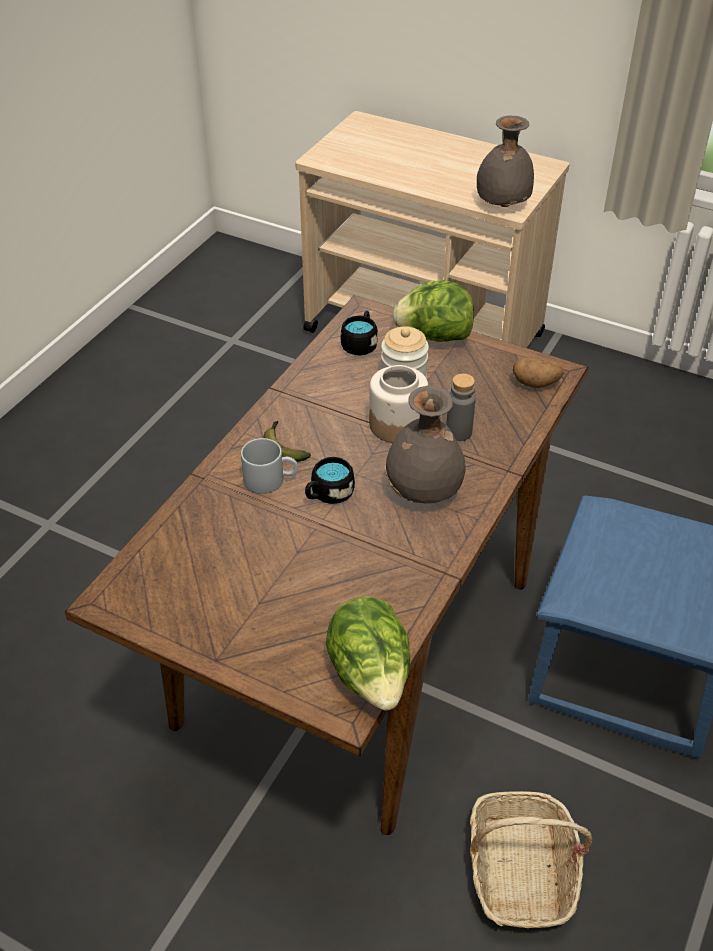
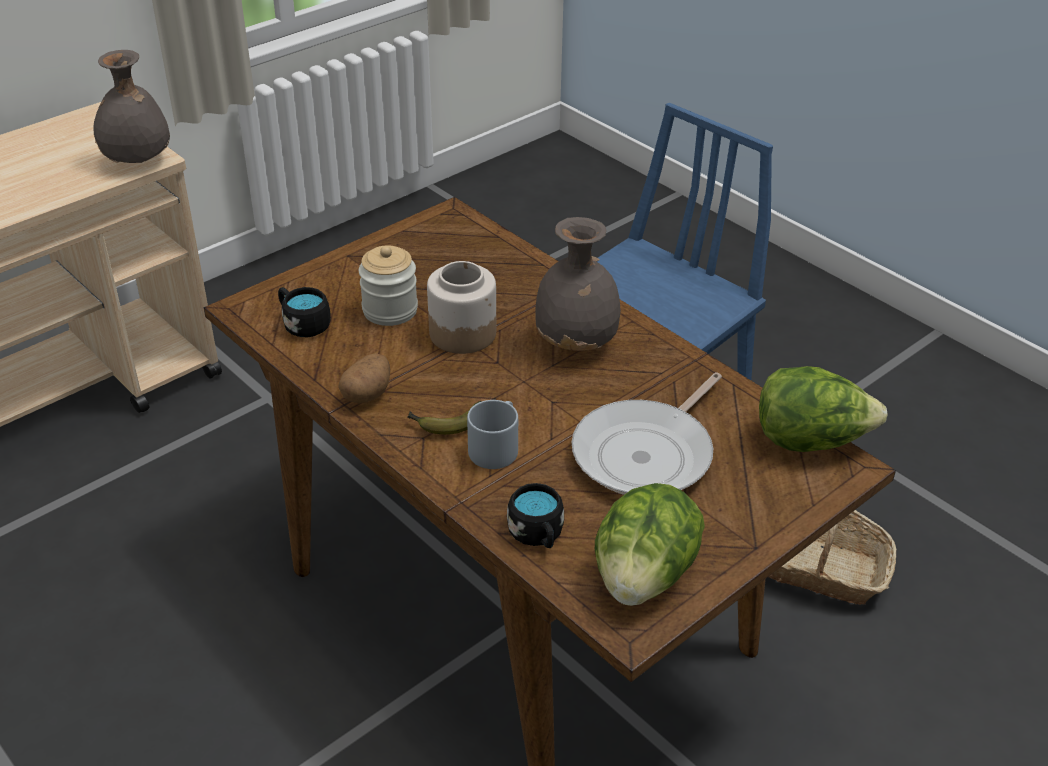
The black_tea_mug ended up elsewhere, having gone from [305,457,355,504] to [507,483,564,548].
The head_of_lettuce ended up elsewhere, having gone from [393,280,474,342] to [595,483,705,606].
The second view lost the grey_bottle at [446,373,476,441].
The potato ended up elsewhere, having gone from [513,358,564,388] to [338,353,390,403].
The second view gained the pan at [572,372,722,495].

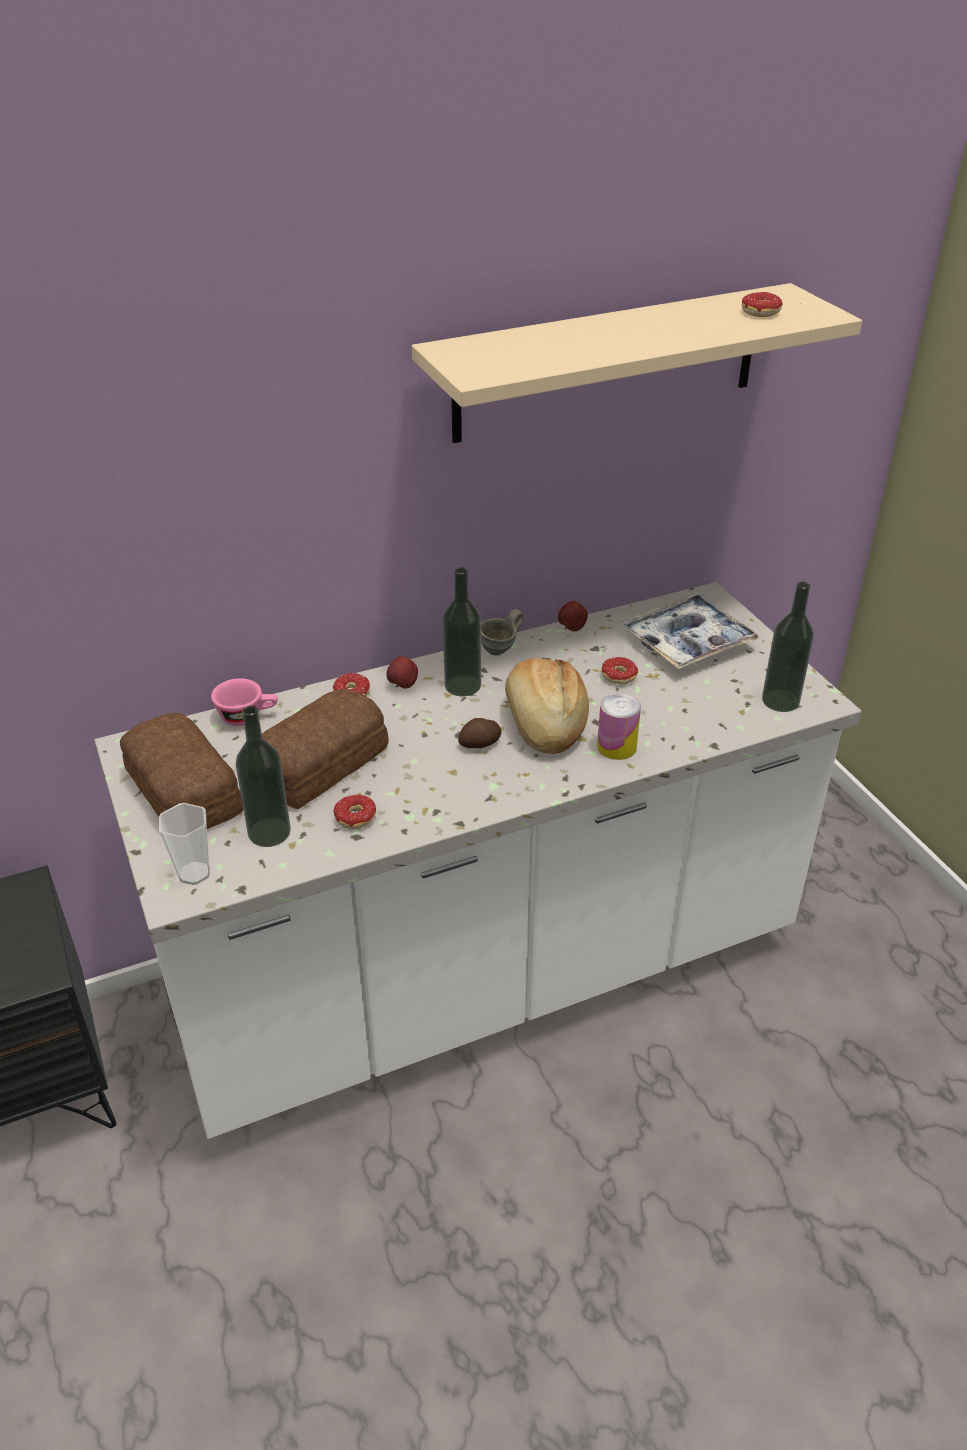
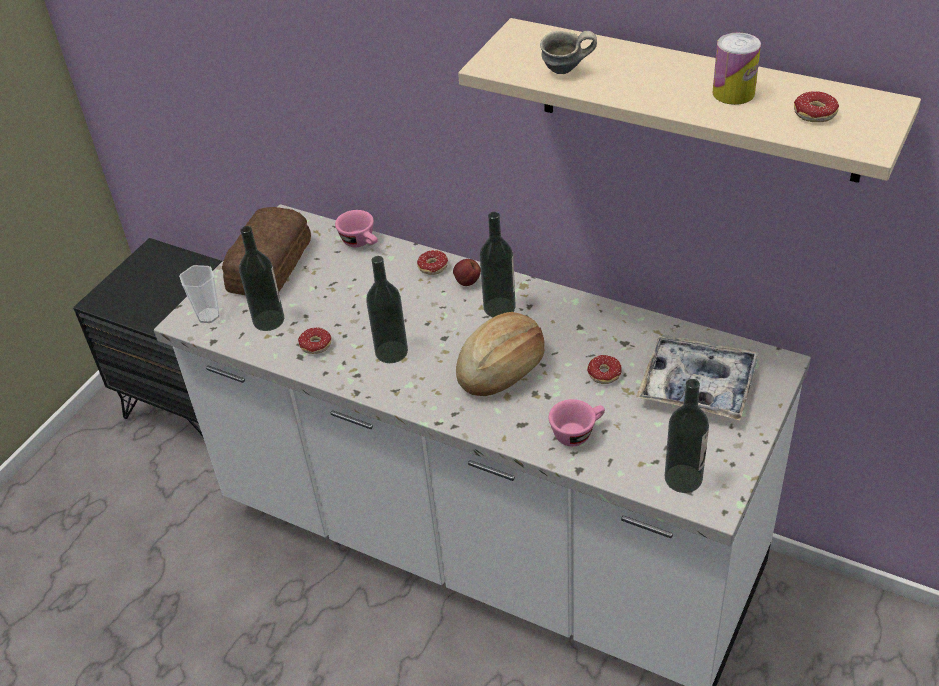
The second view lost the baked_bread at [262,689,389,809].
The second view lost the potato at [458,718,501,748].
The grey_tea_mug ended up elsewhere, having gone from [481,609,524,655] to [540,31,597,74].
The second view lost the apple at [558,601,588,632].
The metal_can ended up elsewhere, having gone from [597,693,641,760] to [712,33,761,105].
The second view gained the bottle at [366,256,408,363].
The second view gained the pink-coloured_small_cup at [549,399,605,446].

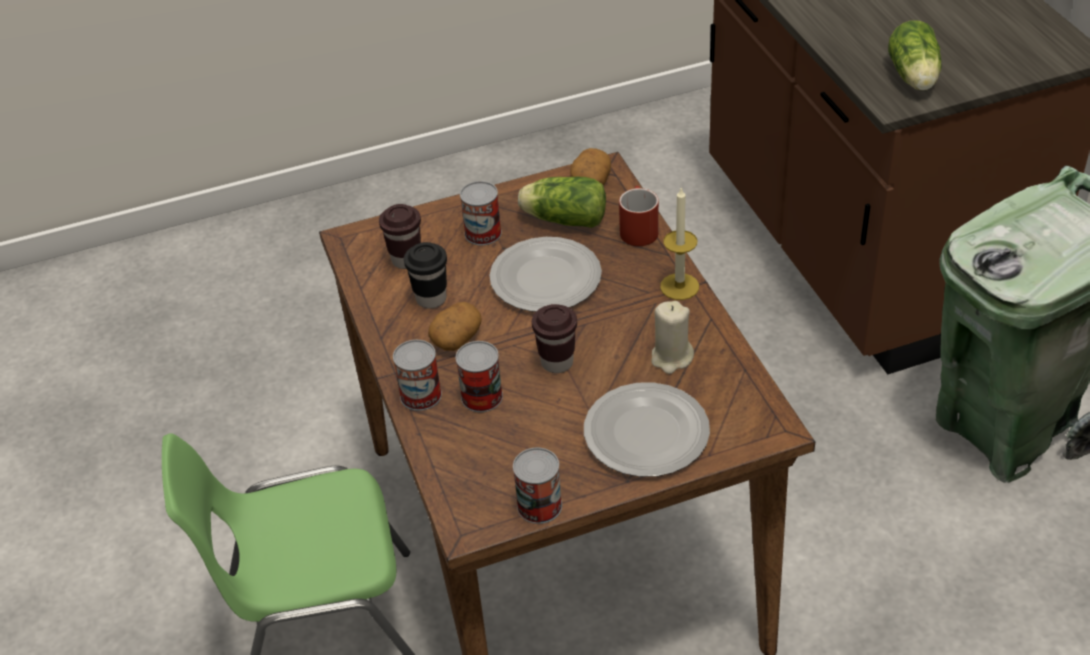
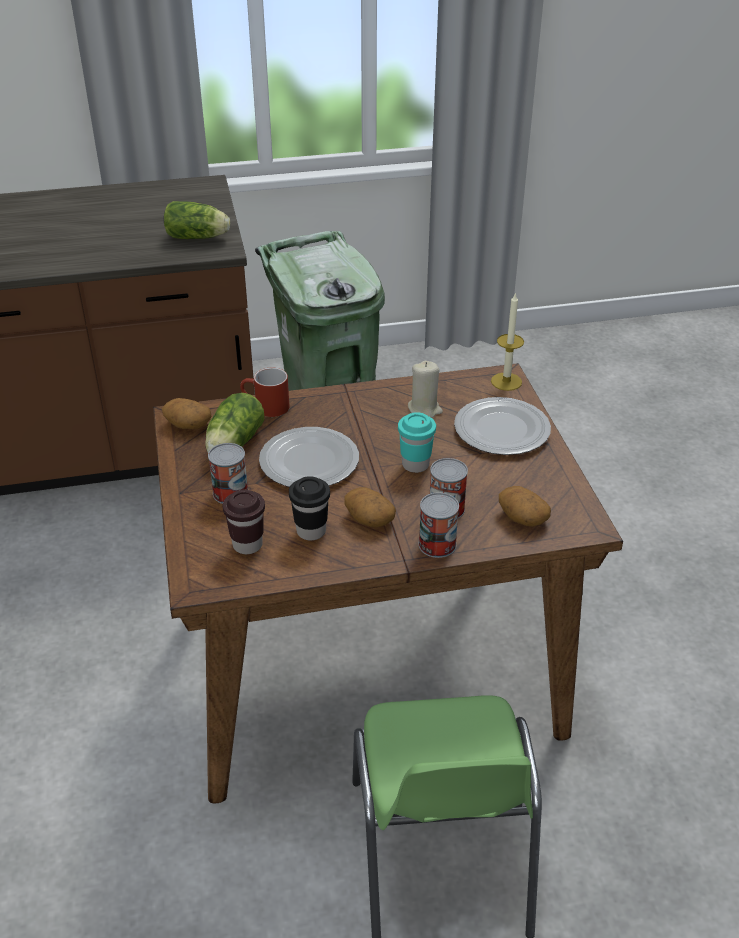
The second view lost the metal_can at [513,447,562,524].
What was the brownish_small_cup at [532,304,577,373] turned into the turquoise-coloured_small_cup at [398,412,436,473].
The candle ended up elsewhere, having gone from [660,187,699,300] to [491,292,524,391].
The second view gained the potato at [499,486,551,527].

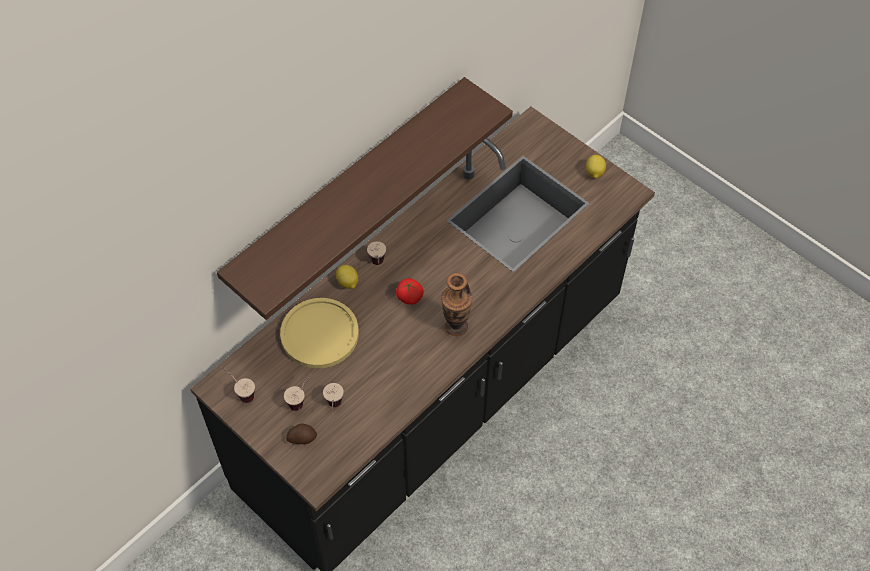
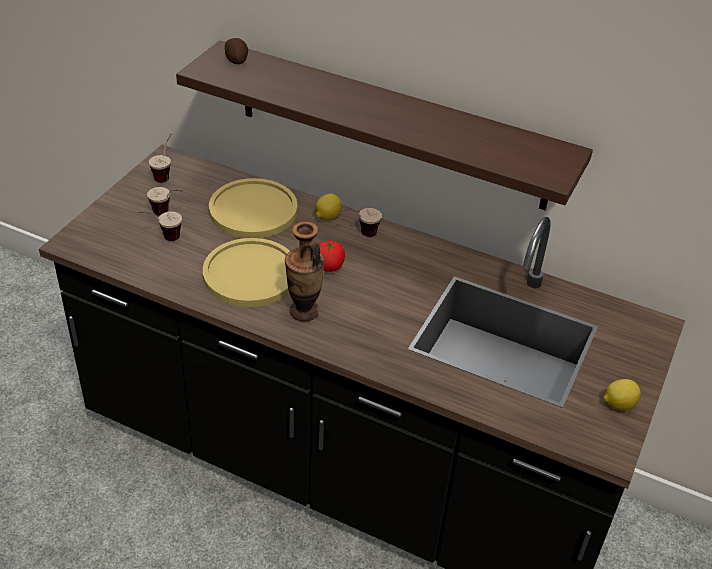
The potato ended up elsewhere, having gone from [286,424,317,444] to [225,38,248,64].
The second view gained the yellowish_plate at [203,238,290,307].

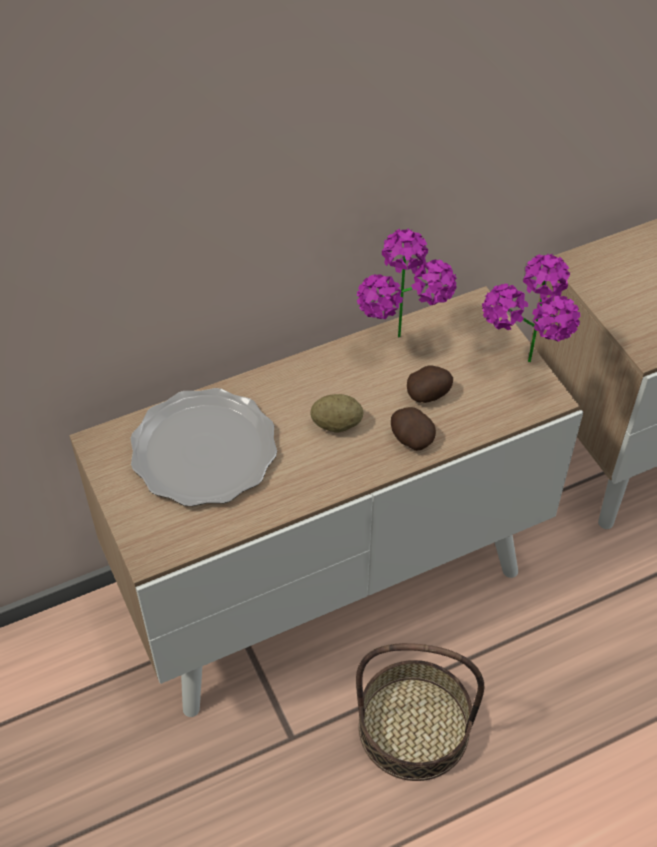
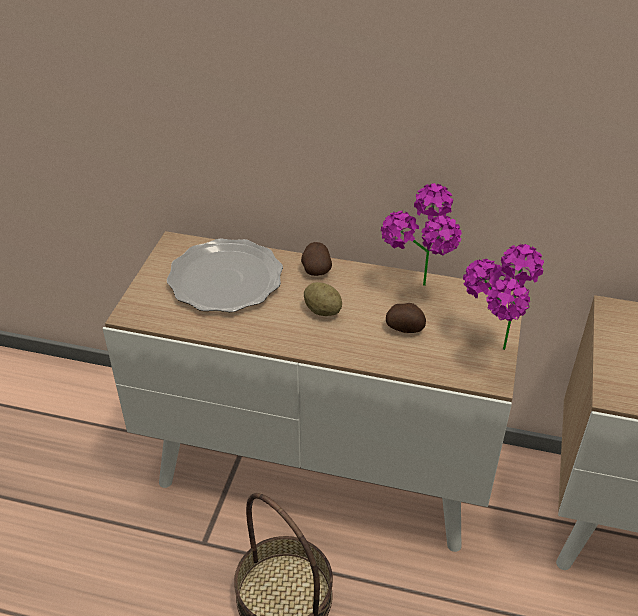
The potato ended up elsewhere, having gone from [391,407,436,451] to [301,242,332,276].

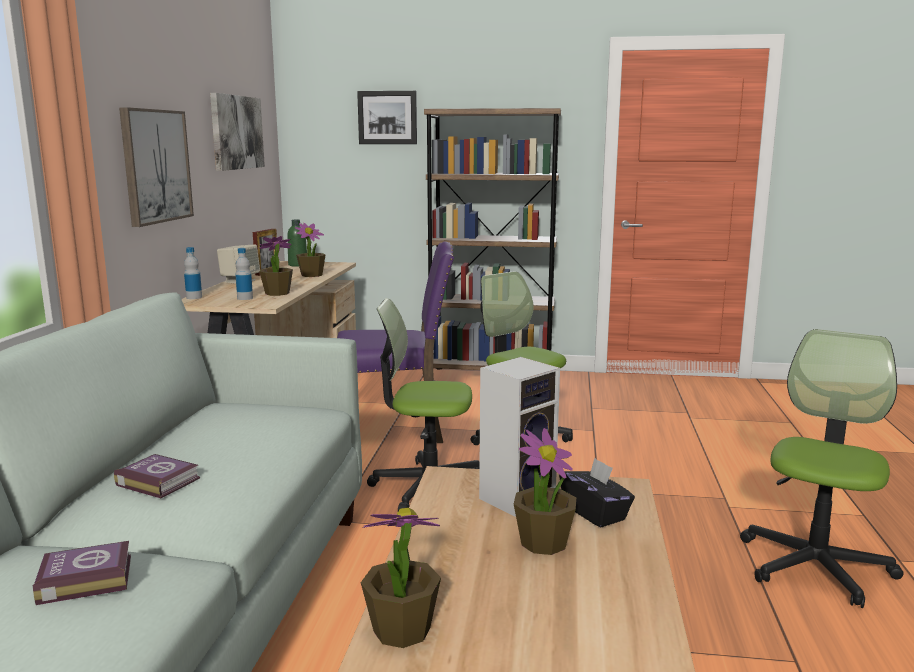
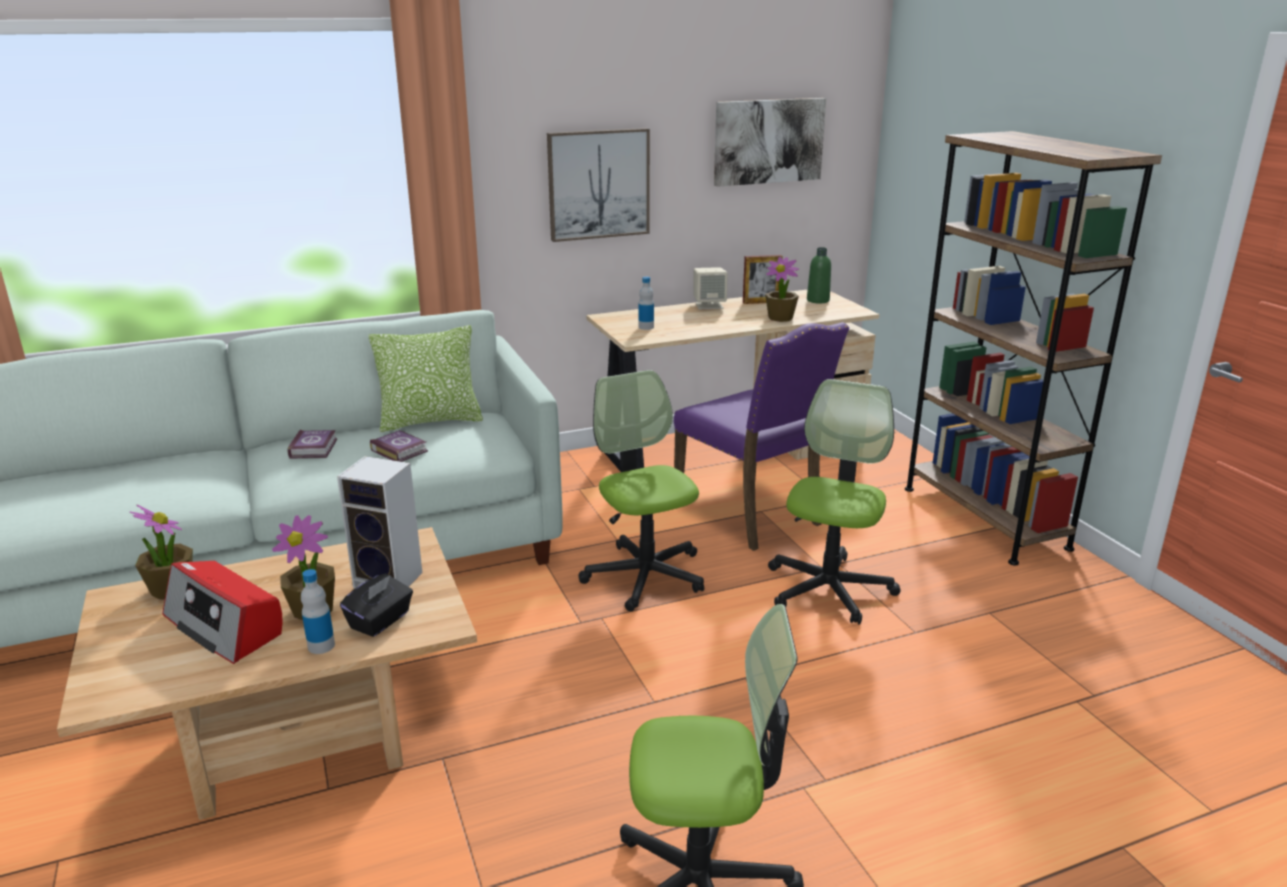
The volume ended up elsewhere, having gone from [33,541,131,605] to [370,430,428,462].
The bottle ended up elsewhere, having gone from [184,247,202,299] to [301,569,335,654].
The second view lost the houseplant at [259,236,293,296].
The second view lost the picture at [357,91,417,144].
The second view gained the radio_set at [162,561,283,664].
The second view gained the throw_pillow at [368,325,483,432].

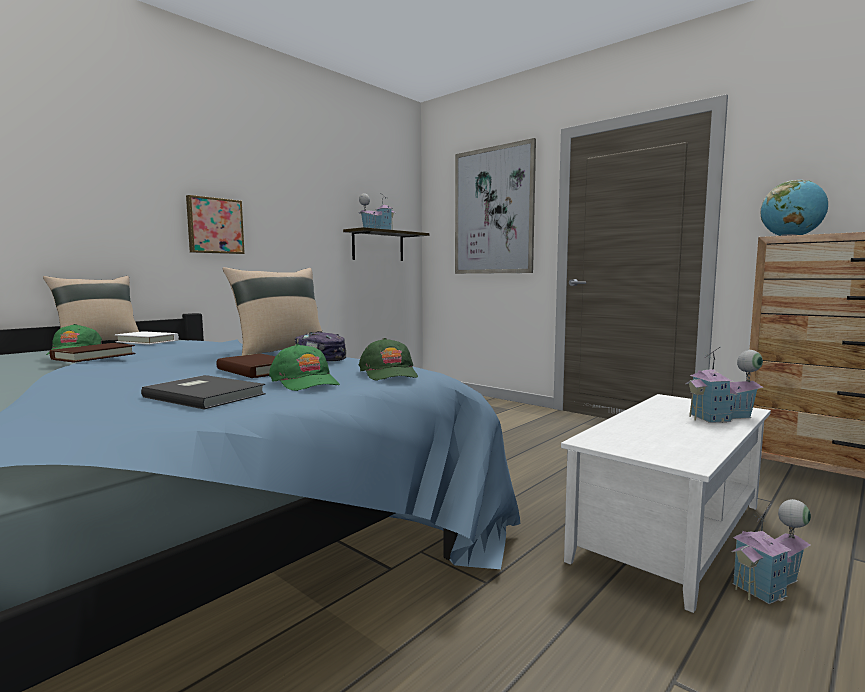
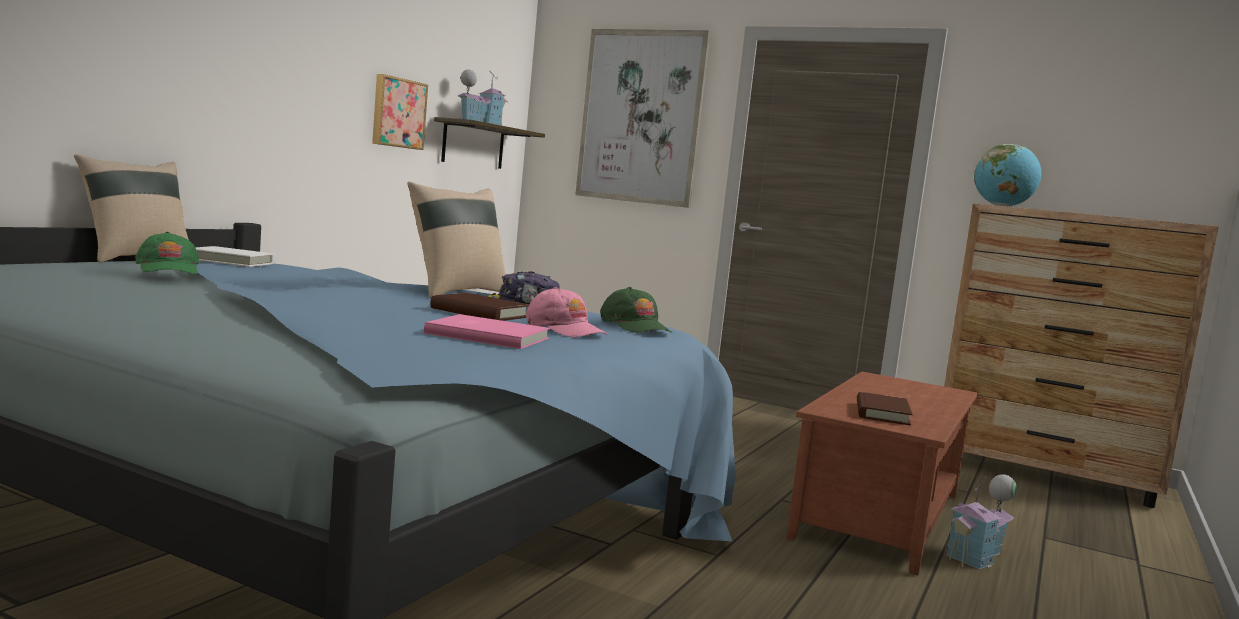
The brownish_volume ended up elsewhere, having gone from [50,343,135,363] to [857,392,913,425].
What was the grey_volume at [141,375,266,410] turned into the pink-coloured_volume at [424,314,550,349].
The picture ended up elsewhere, having gone from [186,195,245,254] to [372,74,428,150].
What was the greenish_peaked_cap at [269,344,340,391] turned into the pink-coloured_peaked_cap at [526,287,608,338].
What was the white-coloured_low_table at [561,394,771,613] turned into the brownish_low_table at [786,372,978,576].
The second view lost the toy_house at [685,347,763,423].

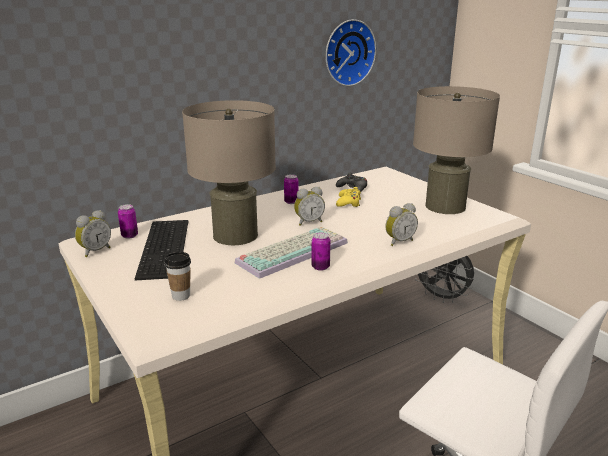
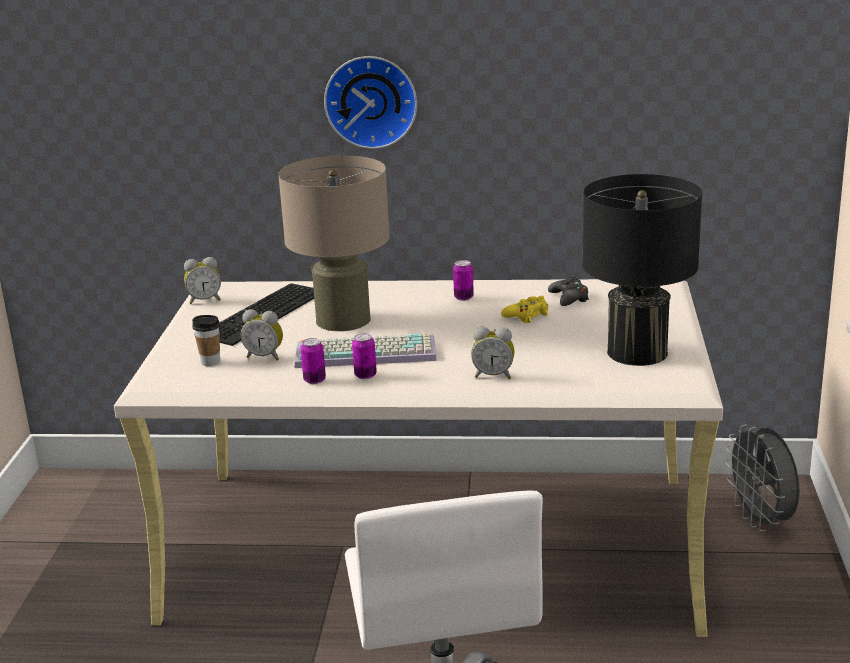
The metal_can ended up elsewhere, having gone from [118,204,138,239] to [301,338,326,384].
The table_clock ended up elsewhere, having gone from [294,187,325,226] to [241,309,283,360].
The clock_on_the_wall ended up elsewhere, having gone from [325,19,376,86] to [324,56,417,149].
What was the sand-coloured_tabletop_lamp at [413,86,500,214] turned into the black_tabletop_lamp at [583,174,702,366].

